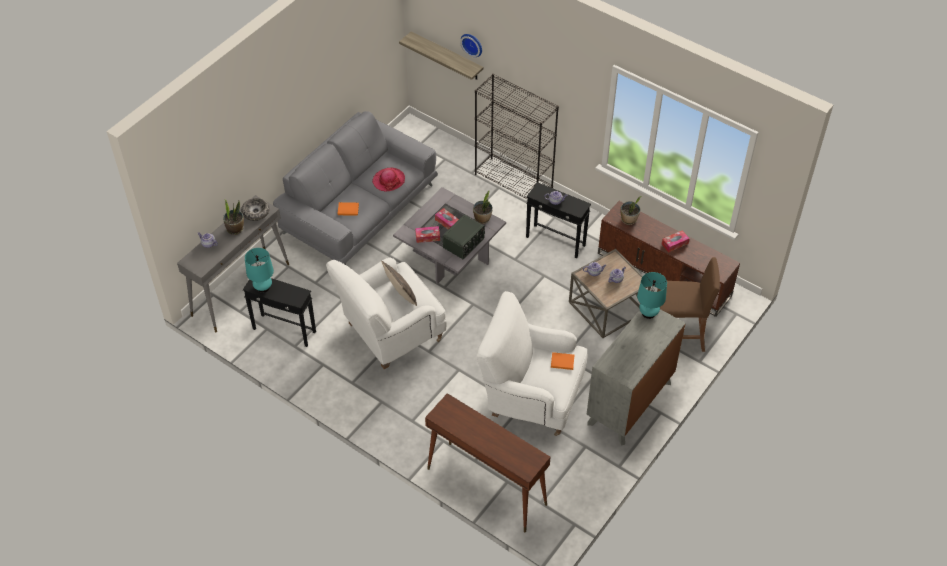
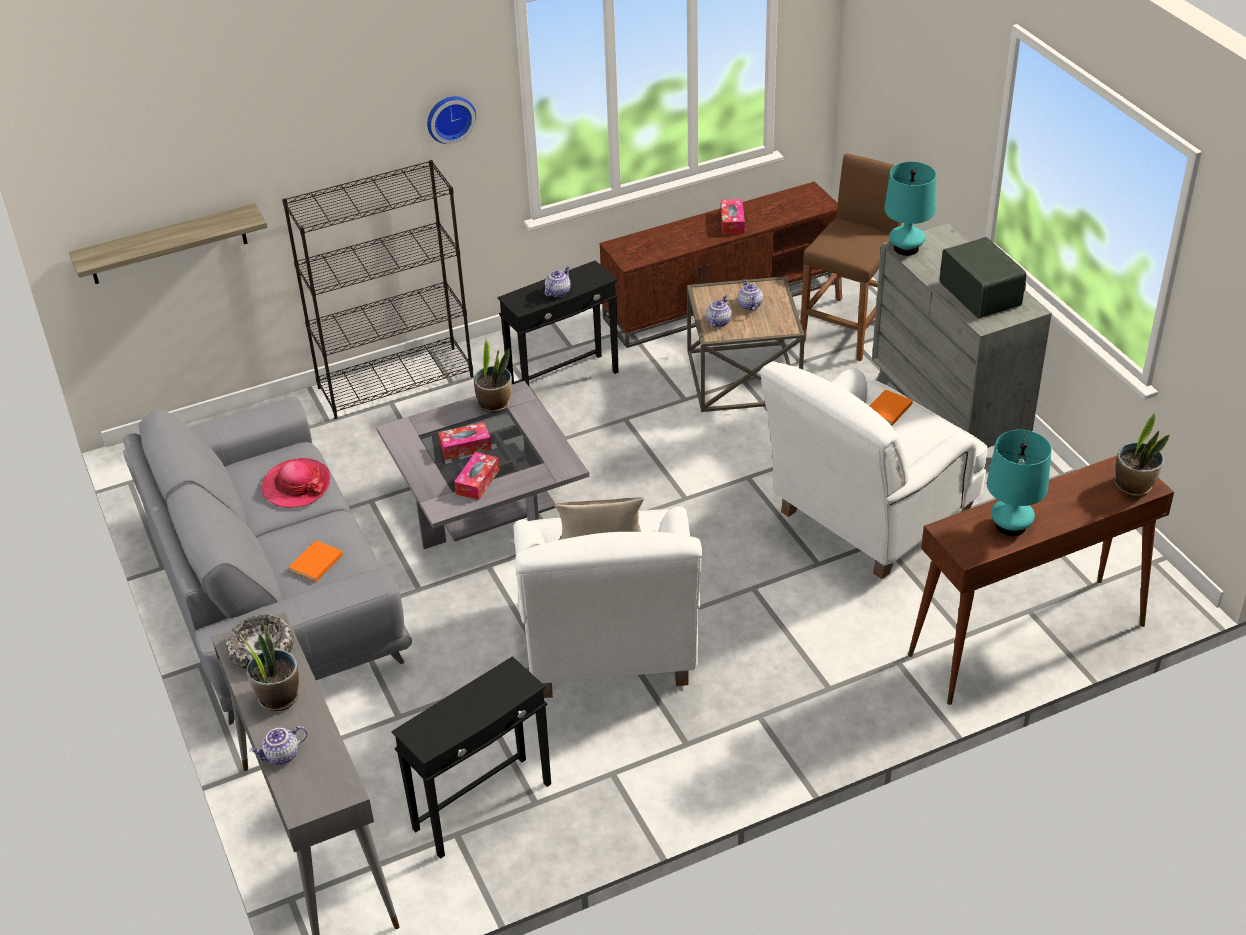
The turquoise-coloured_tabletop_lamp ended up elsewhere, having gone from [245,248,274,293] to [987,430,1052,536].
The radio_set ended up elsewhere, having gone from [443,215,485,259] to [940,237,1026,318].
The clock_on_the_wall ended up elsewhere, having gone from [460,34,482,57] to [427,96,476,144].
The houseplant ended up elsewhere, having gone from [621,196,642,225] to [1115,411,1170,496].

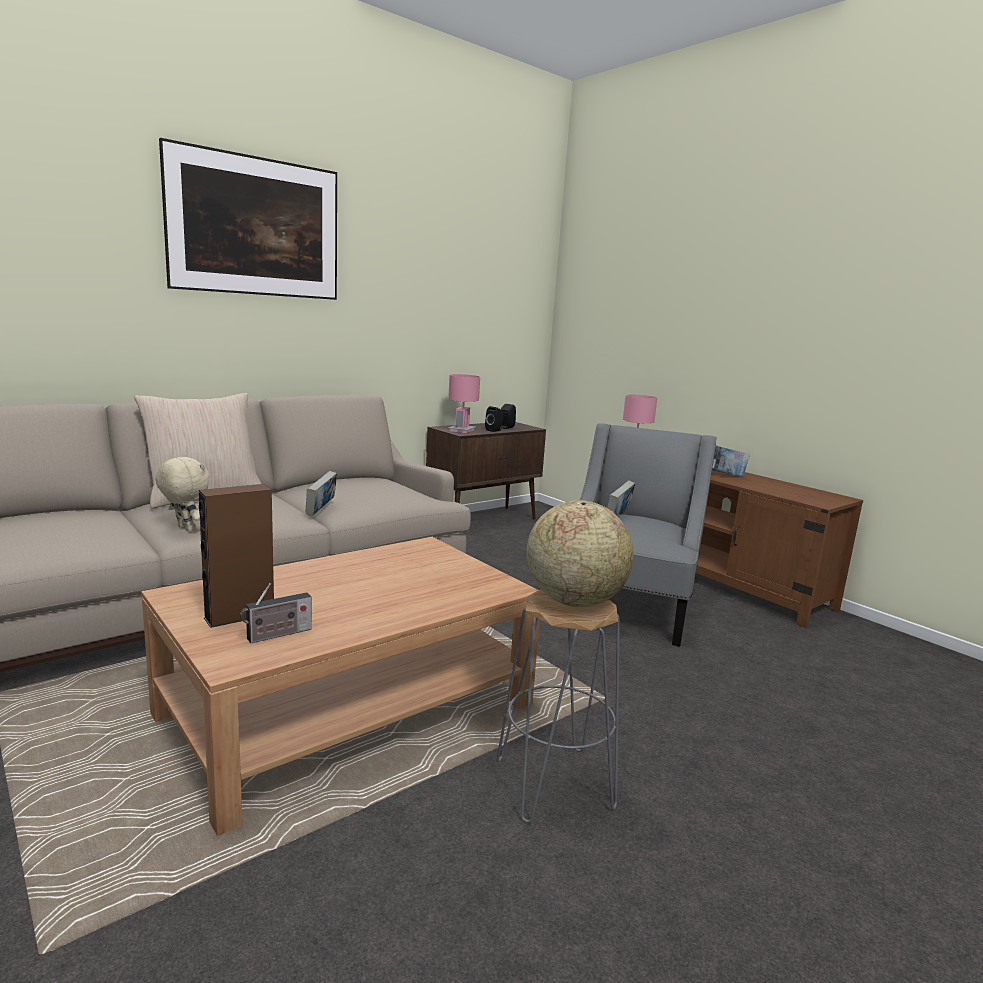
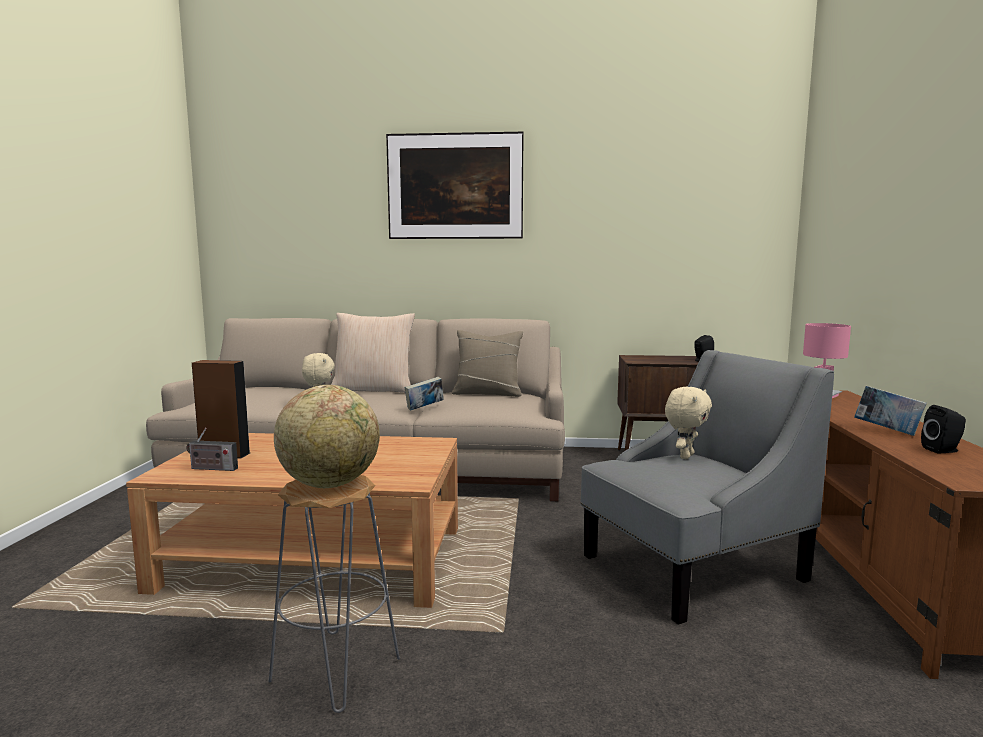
The second view lost the pink-coloured_tabletop_lamp at [448,374,480,433].
The black_loudspeaker ended up elsewhere, having gone from [485,406,504,432] to [921,405,966,453].
Where the volume stood at [607,480,635,516], the sand-coloured_plush_toy came to stand at [665,387,712,459].
The second view gained the sand-coloured_throw_pillow at [452,330,523,397].

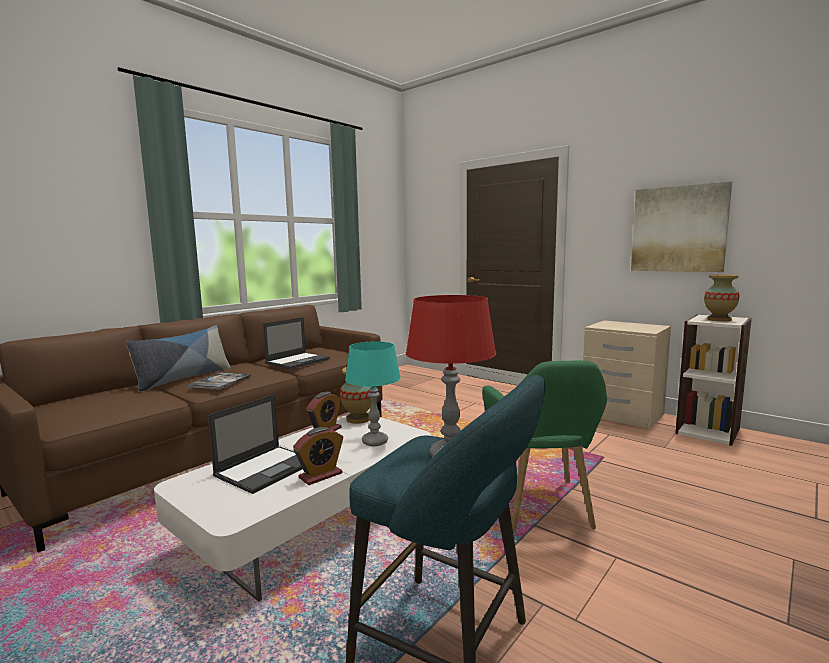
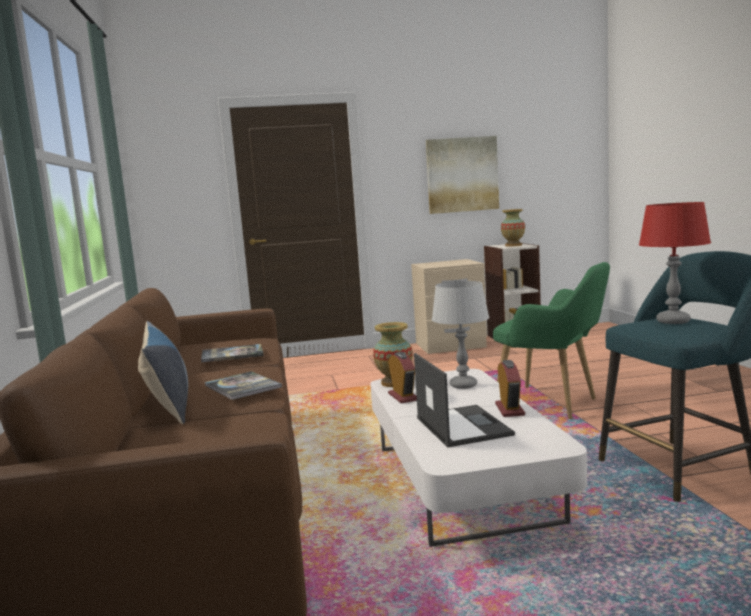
Where the portable_computer stood at [263,317,330,369], the volume came to stand at [201,344,264,362].
What was the turquoise-coloured_tabletop_lamp at [345,341,401,446] turned into the grey_tabletop_lamp at [432,281,489,389].

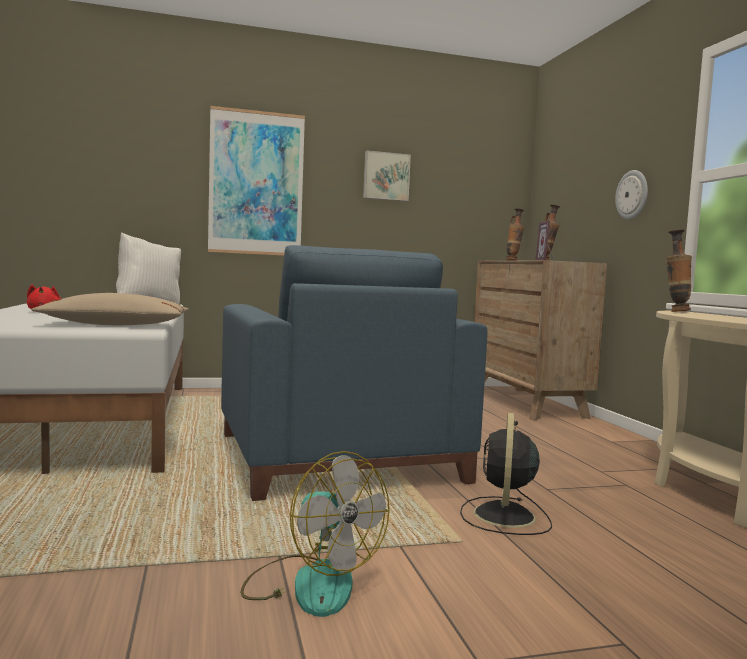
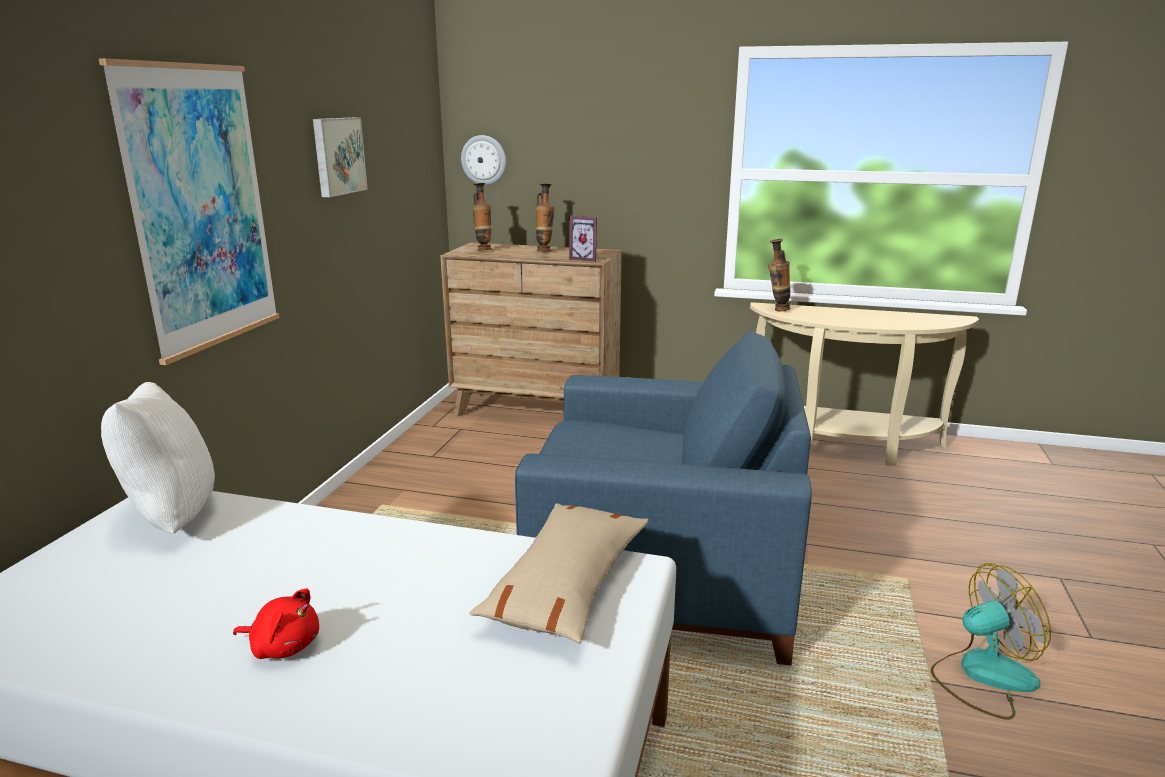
The second view lost the black_cooling_fan at [460,413,552,535].
The clock_on_the_wall ended up elsewhere, having gone from [615,170,648,220] to [461,135,506,185].

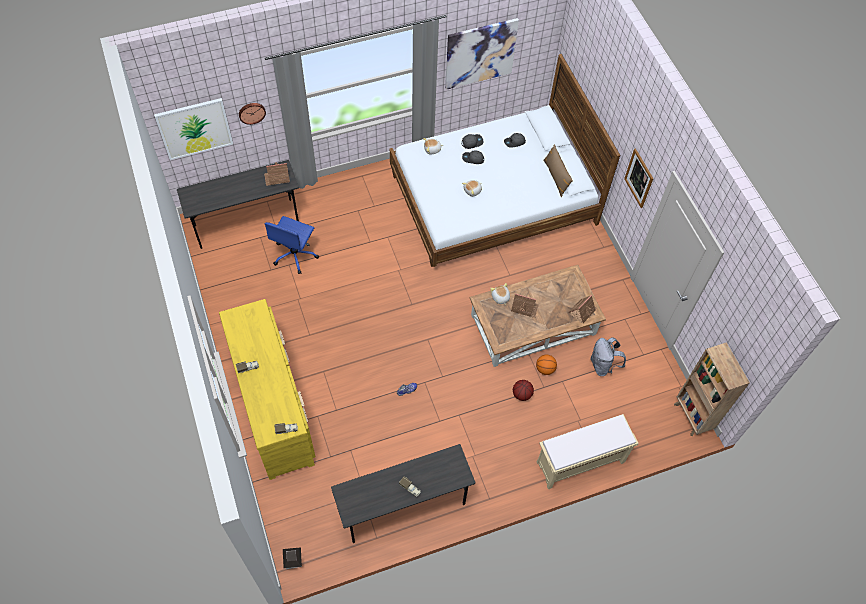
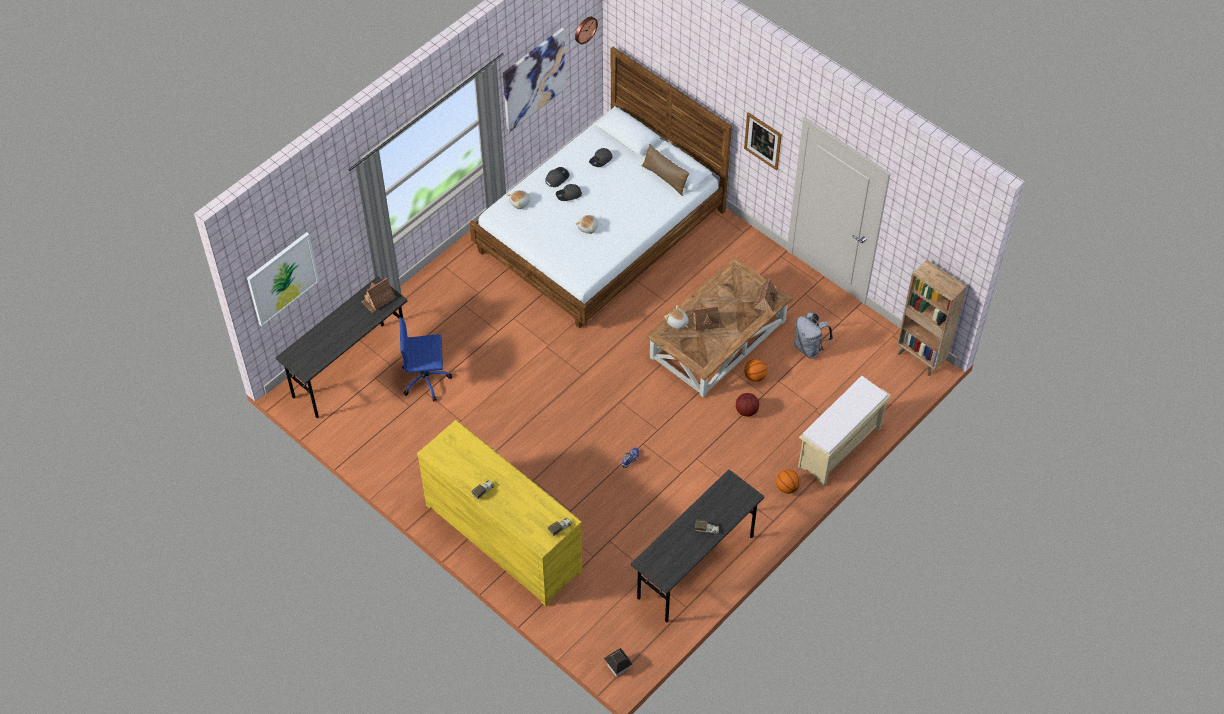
The clock_on_the_wall ended up elsewhere, having gone from [239,103,266,125] to [575,17,598,44].
The bluish_office_chair at [264,216,319,274] ended up facing another way, 90 degrees clockwise from before.
The second view gained the basketball_ball at [776,470,800,494].

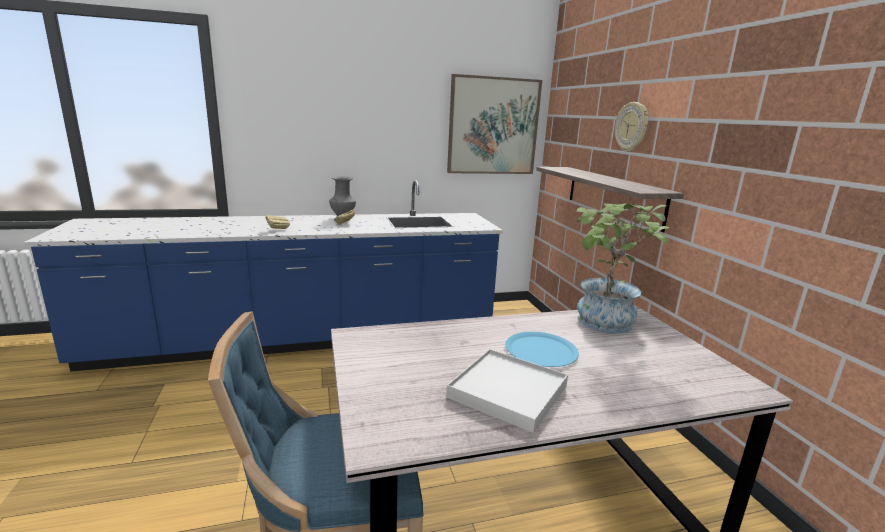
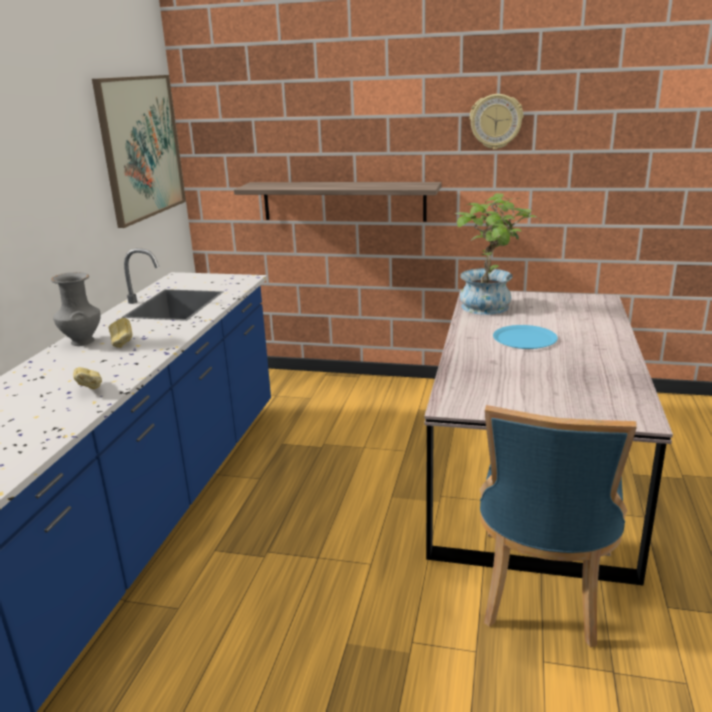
The second view lost the white-coloured_serving_tray at [446,349,568,433].
The clock_on_the_wall ended up elsewhere, having gone from [615,102,649,152] to [470,94,523,150].

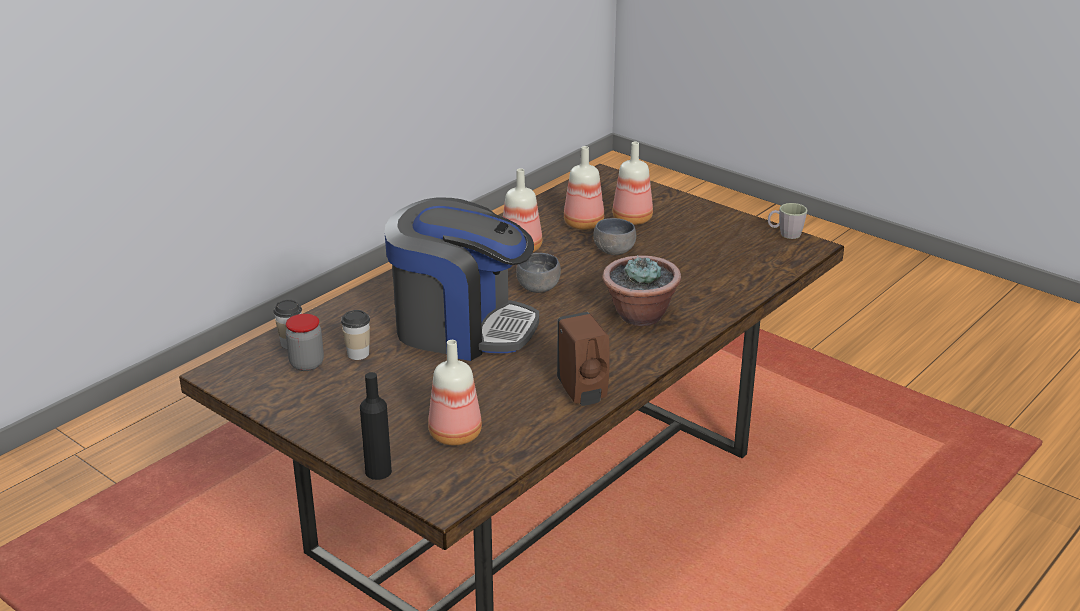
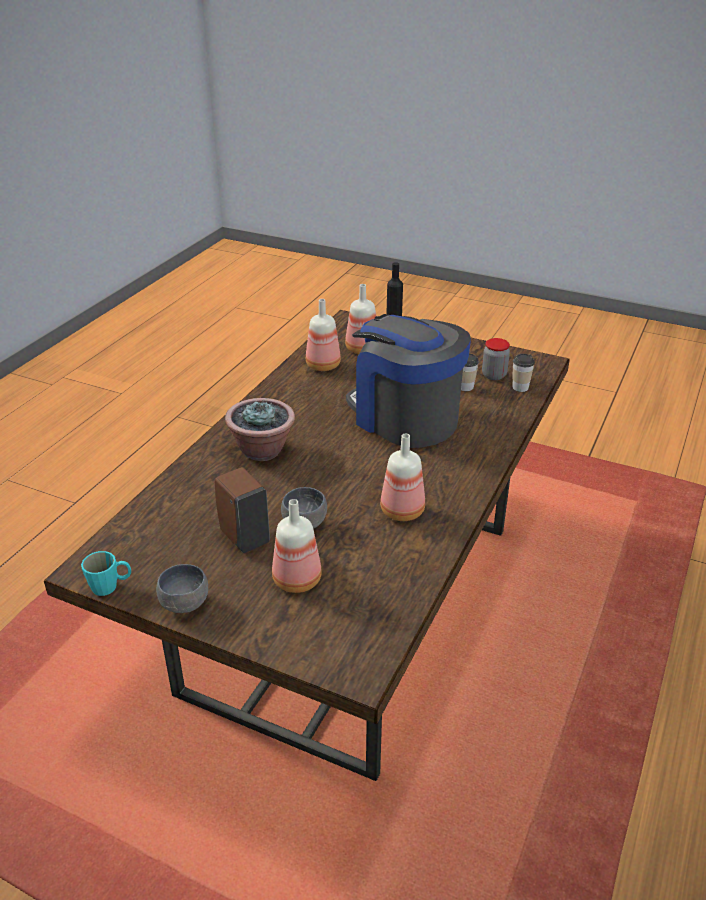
The coffee_brewer at [385,197,539,361] ended up facing another way, 45 degrees clockwise from before.
The grey_serving_bowl ended up elsewhere, having gone from [516,253,561,293] to [156,564,208,613].
The brownish_soap_bottle ended up elsewhere, having gone from [557,312,610,406] to [215,467,270,553].
The bottle ended up elsewhere, having gone from [564,146,604,230] to [306,299,341,371].
What was the grey_tea_mug at [768,203,807,239] turned into the turquoise-coloured_tea_mug at [81,551,131,596].

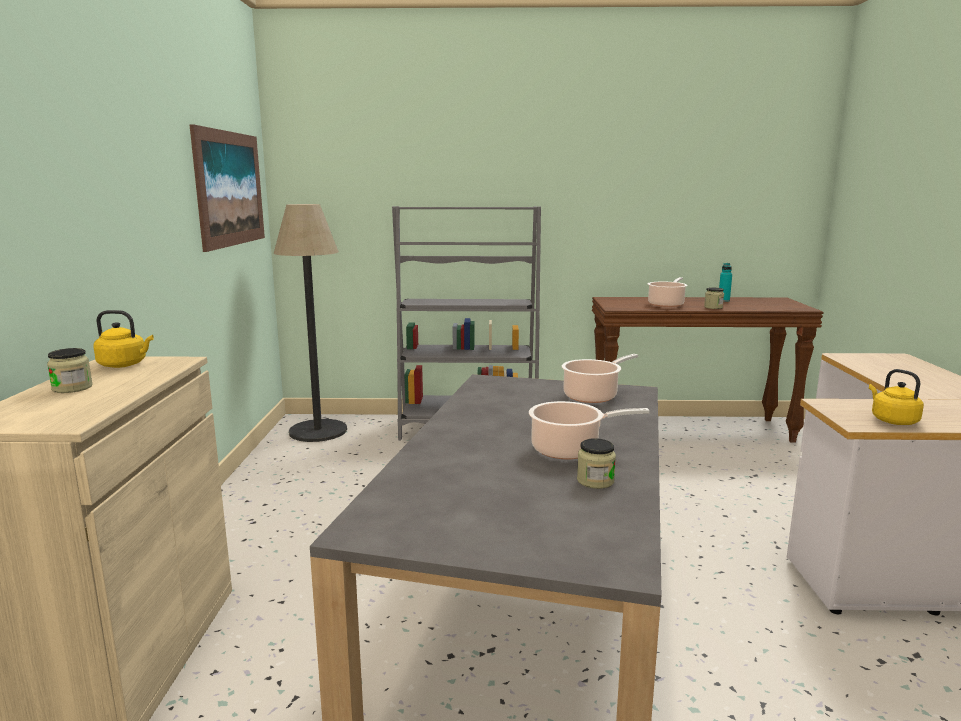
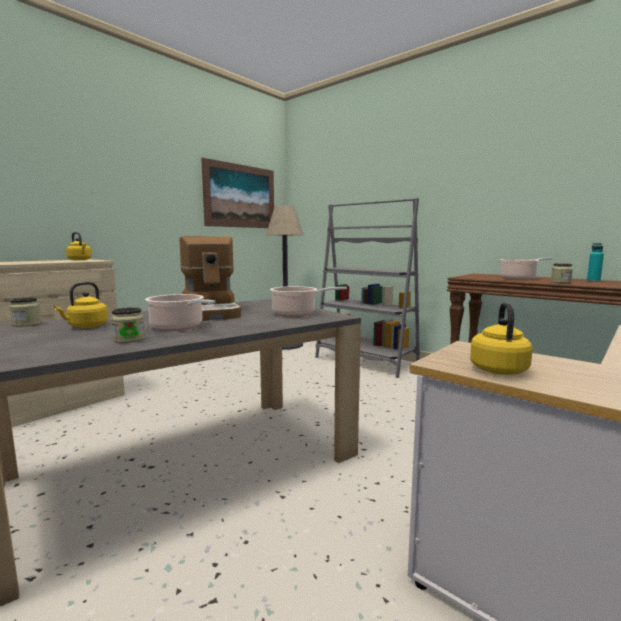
The preserve_jar ended up elsewhere, having gone from [47,348,93,393] to [9,297,41,327].
The second view gained the yellowish_kettle at [54,282,108,328].
The second view gained the coffee_brewer at [179,236,241,321].

